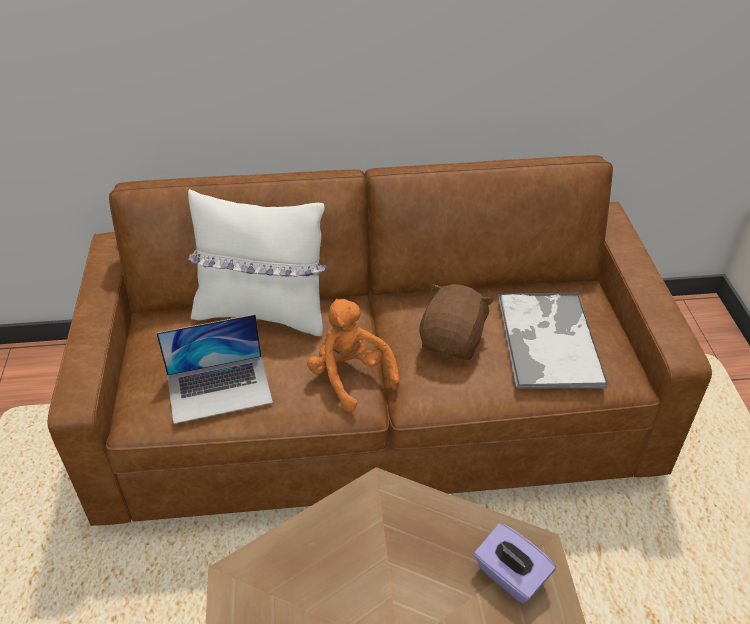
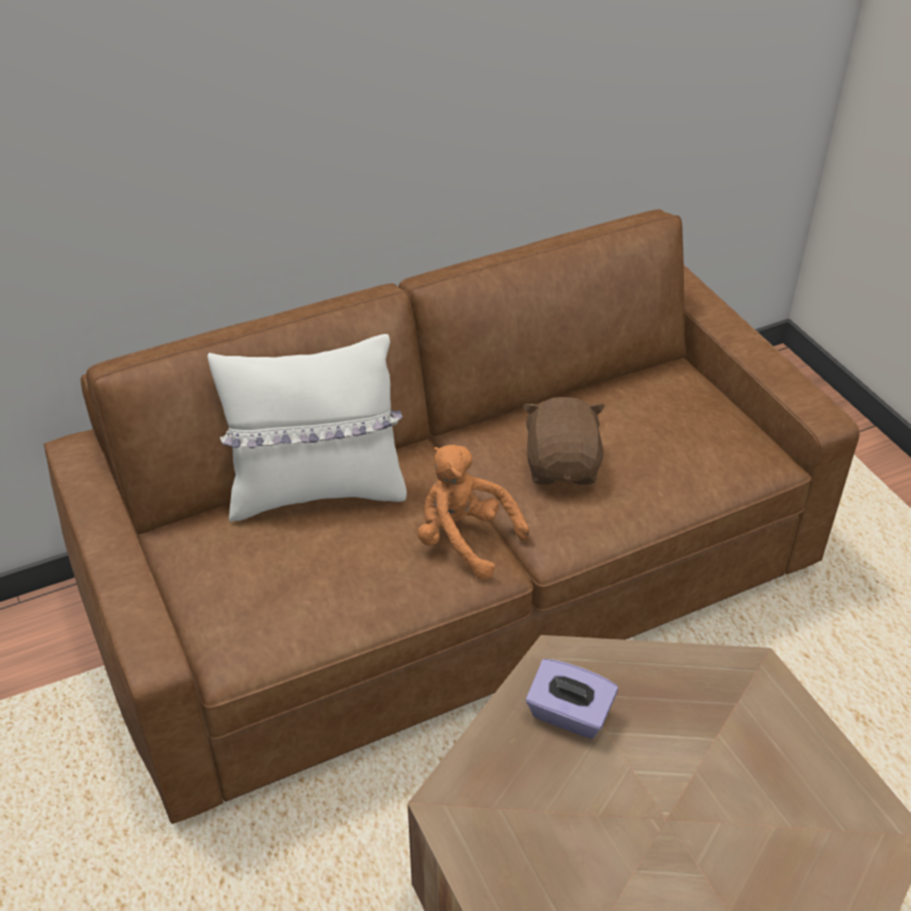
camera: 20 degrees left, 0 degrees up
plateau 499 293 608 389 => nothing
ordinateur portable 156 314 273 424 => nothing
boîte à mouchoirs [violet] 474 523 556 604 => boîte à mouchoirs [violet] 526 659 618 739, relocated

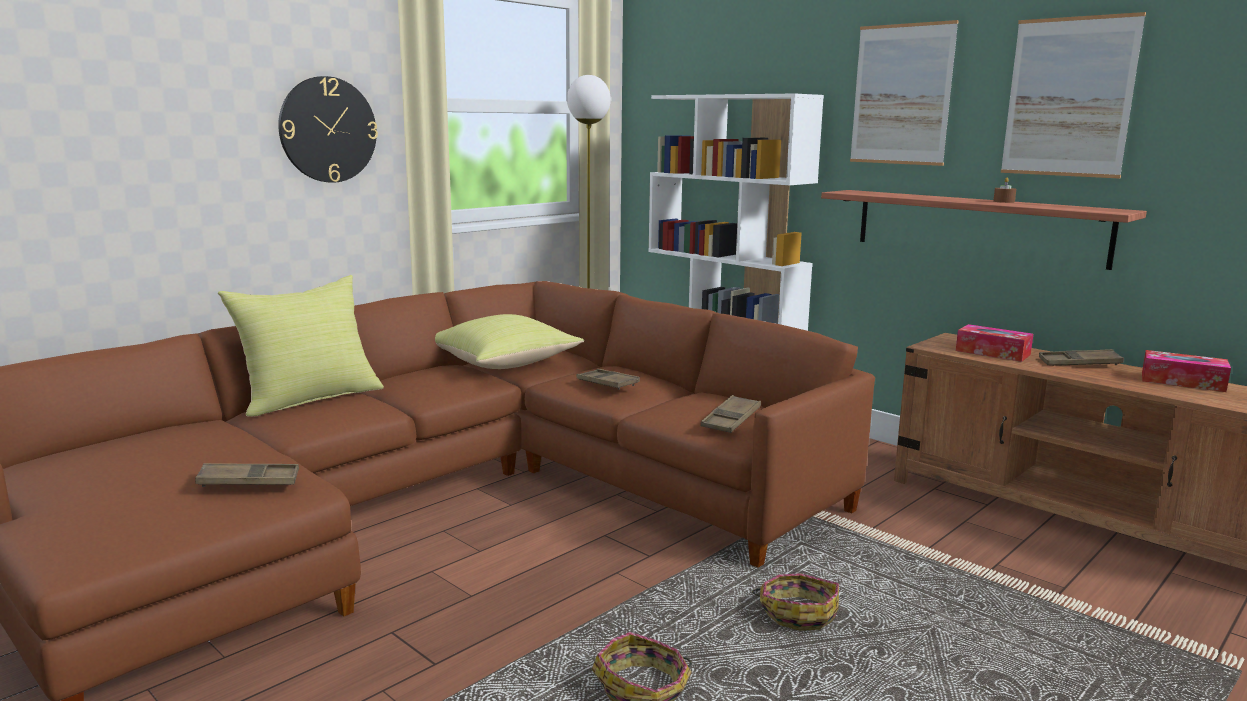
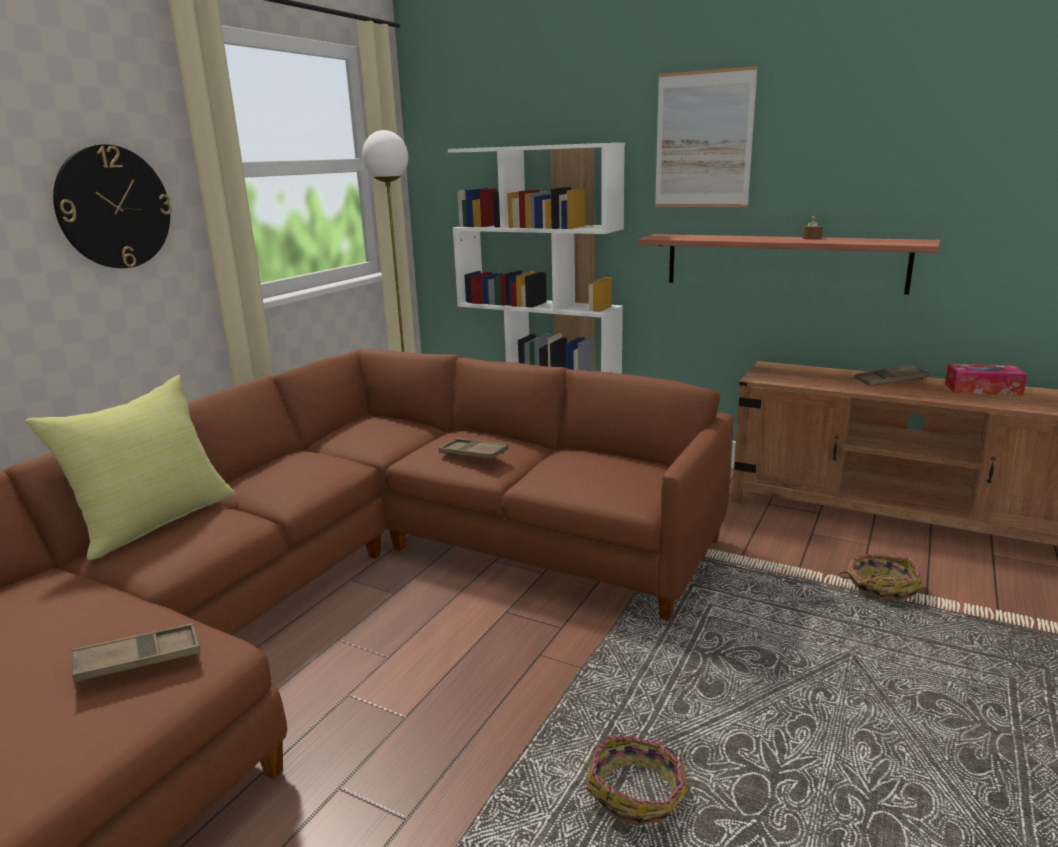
camera: 15 degrees left, 5 degrees up
tableau 1001 12 1146 179 => nothing
coussin [jaune] 435 314 584 369 => nothing
boîte à mouchoirs 956 324 1033 362 => nothing
plateau [marron] 701 395 761 433 => nothing
panier 752 573 839 631 => panier 838 554 922 601, relocated

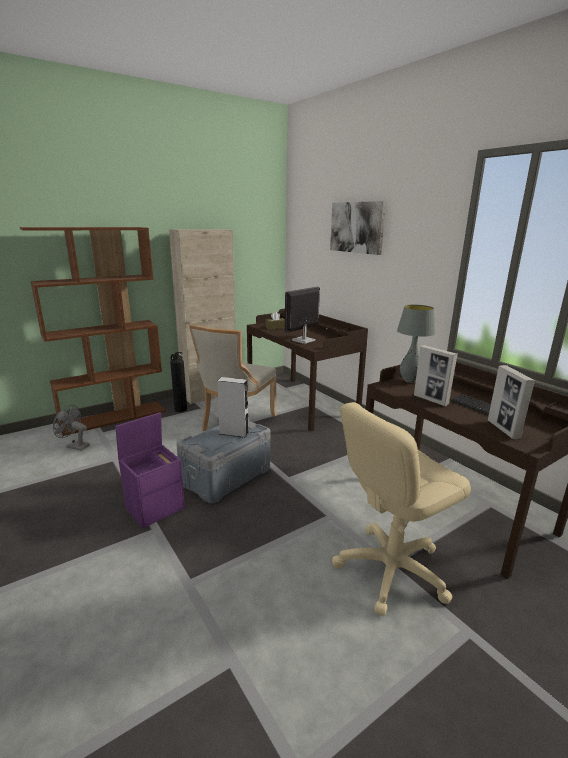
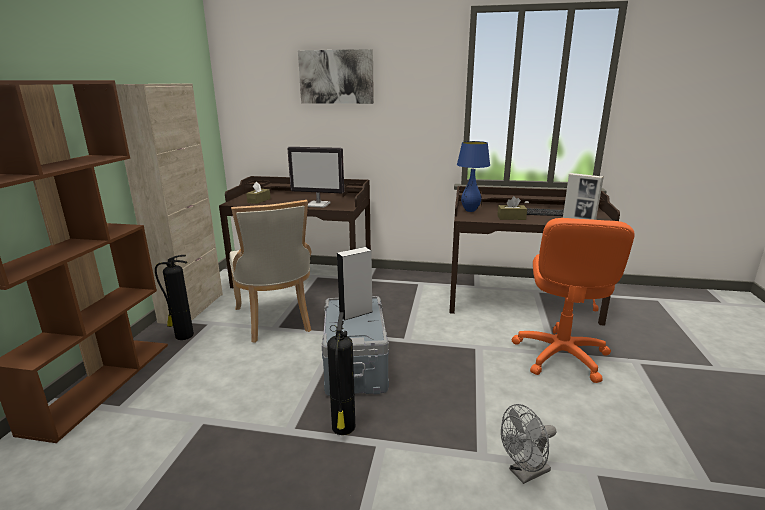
camera: 45 degrees left, 0 degrees up
écran d'ordinateur 285 287 320 344 => écran d'ordinateur 287 147 344 208, 75 degrees counterclockwise
lampe de table [gris] 397 305 435 383 => lampe de table [bleu] 457 141 490 212
cadre photo 414 345 458 406 => boîte à mouchoirs [marron] 497 196 527 220
chaise de bureau [beige] 332 402 471 616 => chaise de bureau [orange] 512 218 635 383
ventilateur [gris] 53 405 90 451 => ventilateur [gris] 501 404 557 484, relocated
boîte de rangement [violet] 115 412 185 528 => extincteur 327 312 355 435

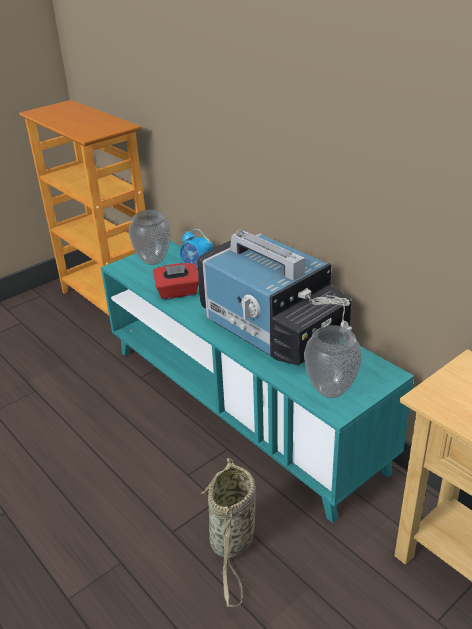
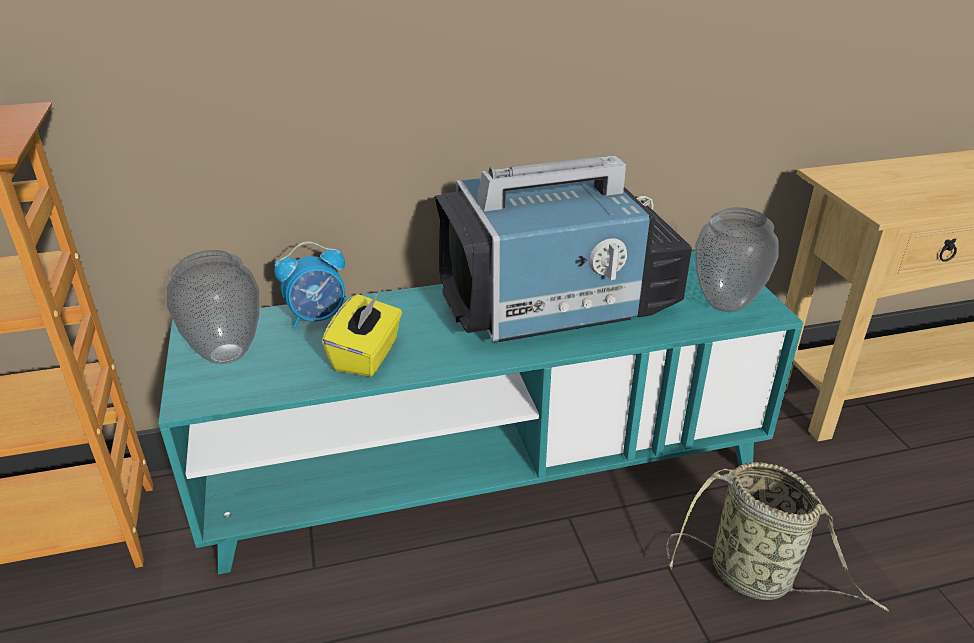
camera: 65 degrees left, 0 degrees up
boîte à mouchoirs [rouge] 153 263 199 299 => boîte à mouchoirs [jaune] 322 294 402 377

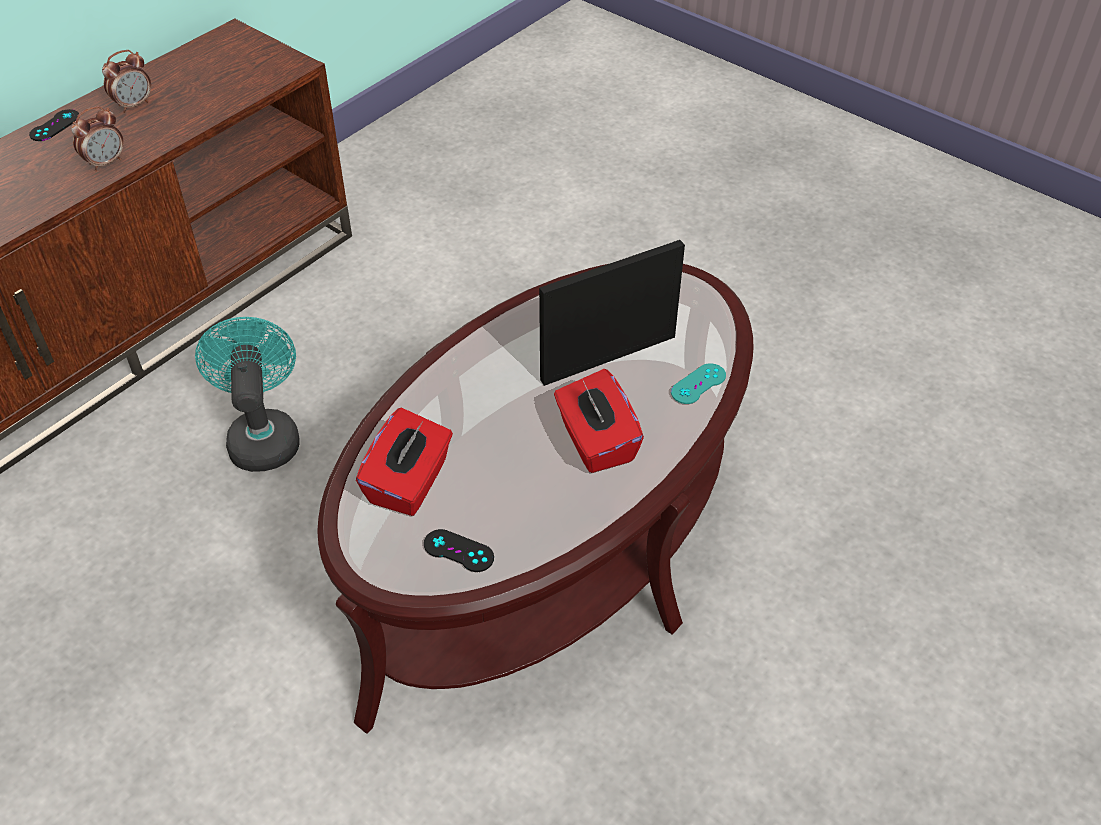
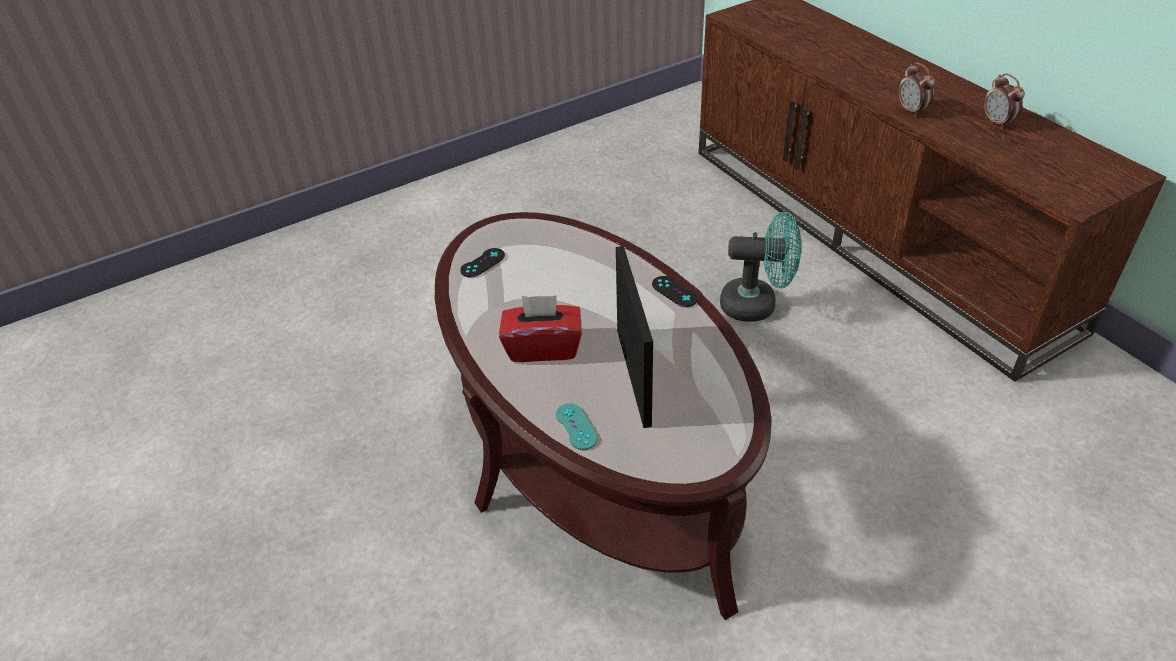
camera: 110 degrees right, 5 degrees down
manette [noir] 29 109 79 141 => manette [noir] 652 276 698 307, relocated
boîte à mouchoirs [rouge] 356 408 453 516 => nothing

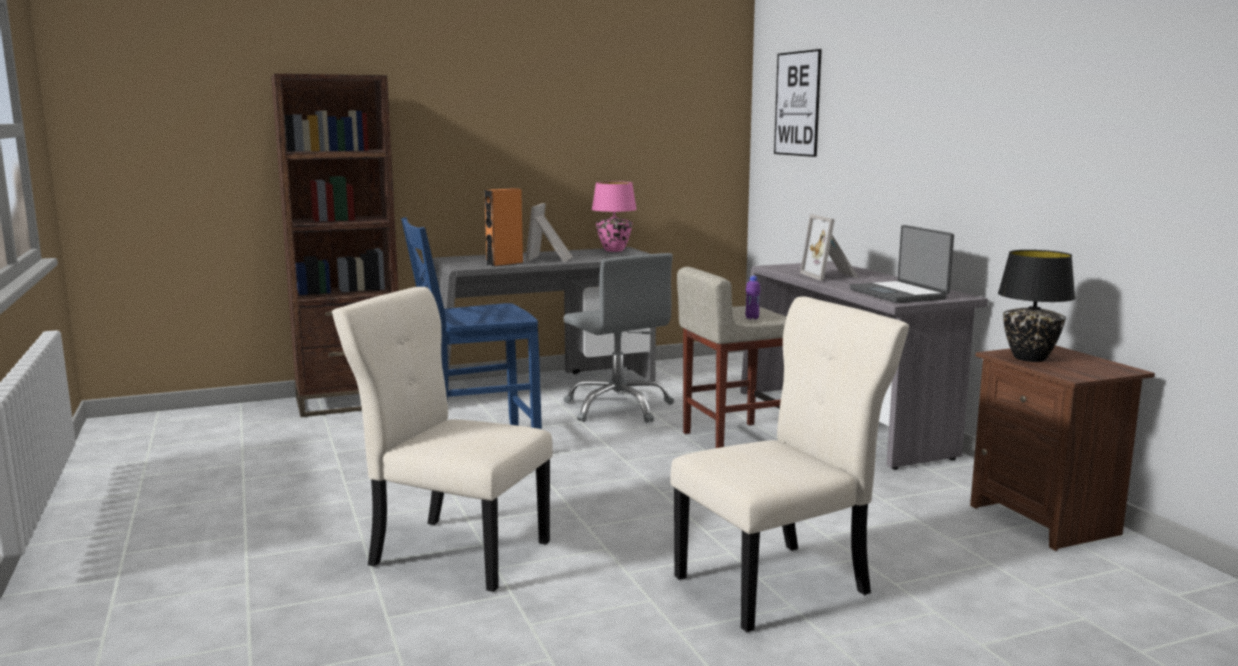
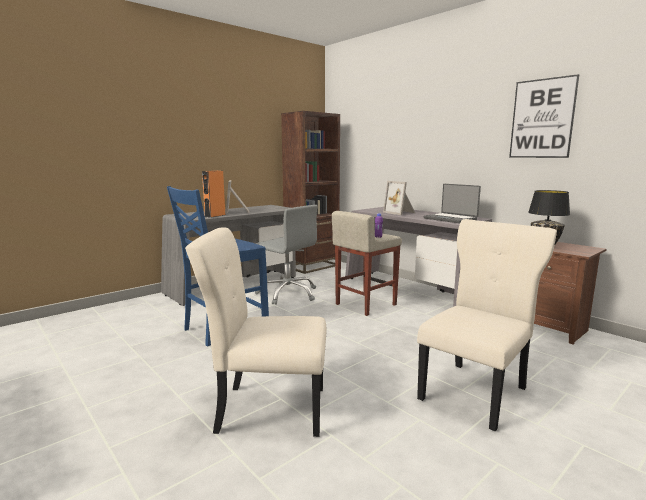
camera: 20 degrees left, 0 degrees up
tableau 774 49 822 157 => tableau 509 74 579 158, relocated
bibliothèque [marron] 271 74 398 417 => bibliothèque [marron] 281 111 340 274, relocated
lampe de table [rose] 592 181 637 252 => nothing

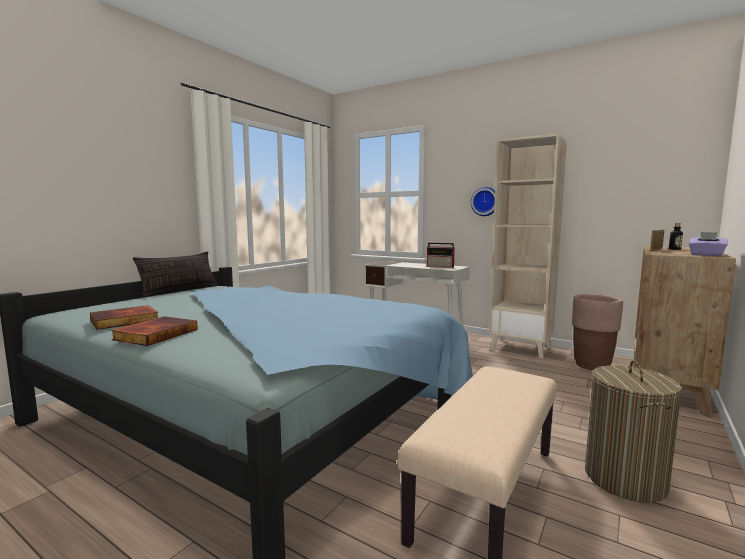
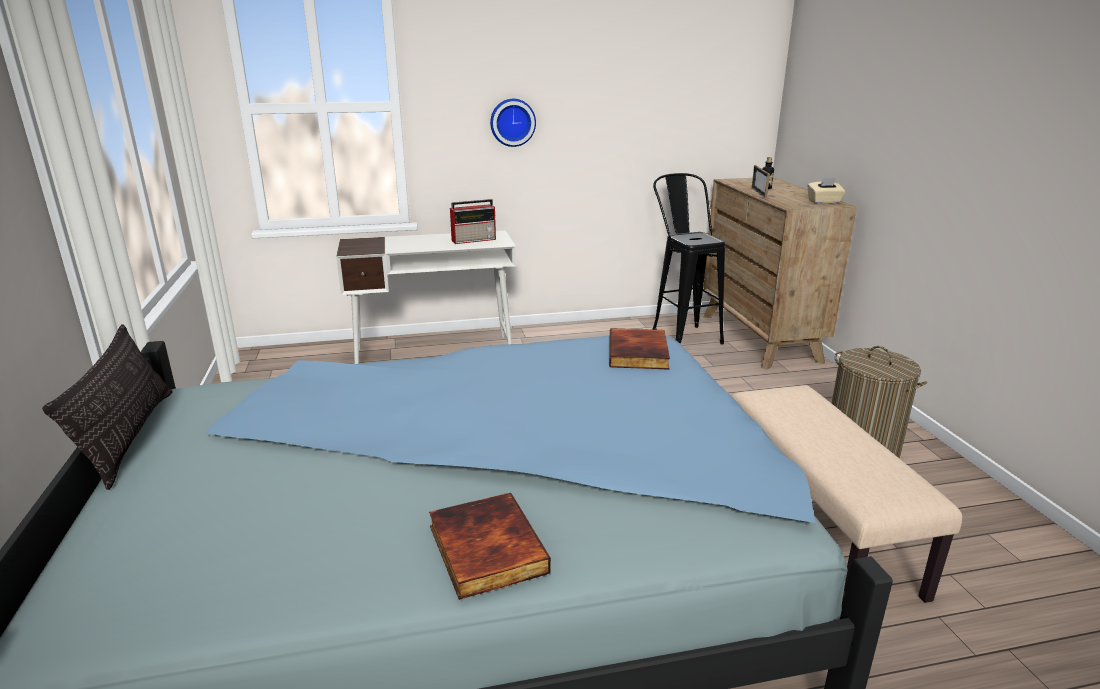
camera: 45 degrees left, 15 degrees up
bibliothèque [beige] 489 134 567 359 => nothing
boîte à mouchoirs [violet] 689 232 728 256 => boîte à mouchoirs [beige] 808 178 845 204
cache-pot [marron] 572 294 623 370 => tabouret [noir] 652 173 725 345
livre 90 305 158 330 => livre 609 328 670 370, relocated

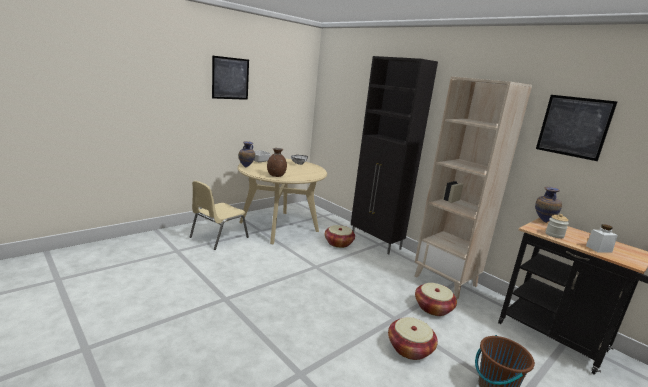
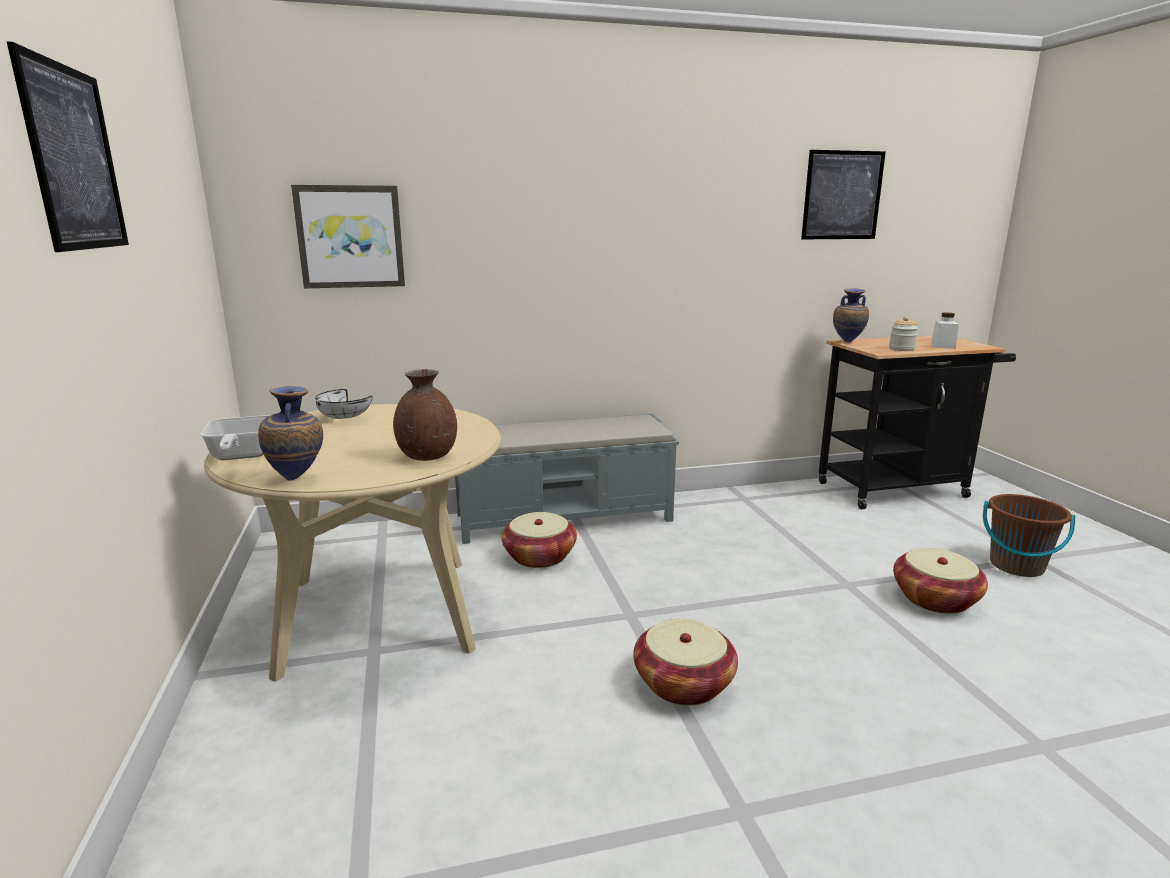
camera: 60 degrees left, 0 degrees up
meuble de rangement [noir] 351 56 438 255 => banc [gris] 455 413 679 544
bibliothèque [beige] 415 76 532 299 => nothing
chaise [beige] 190 181 249 250 => nothing
panier 415 283 457 316 => panier 633 619 738 706, relocated
nothing => tableau 291 185 405 288

